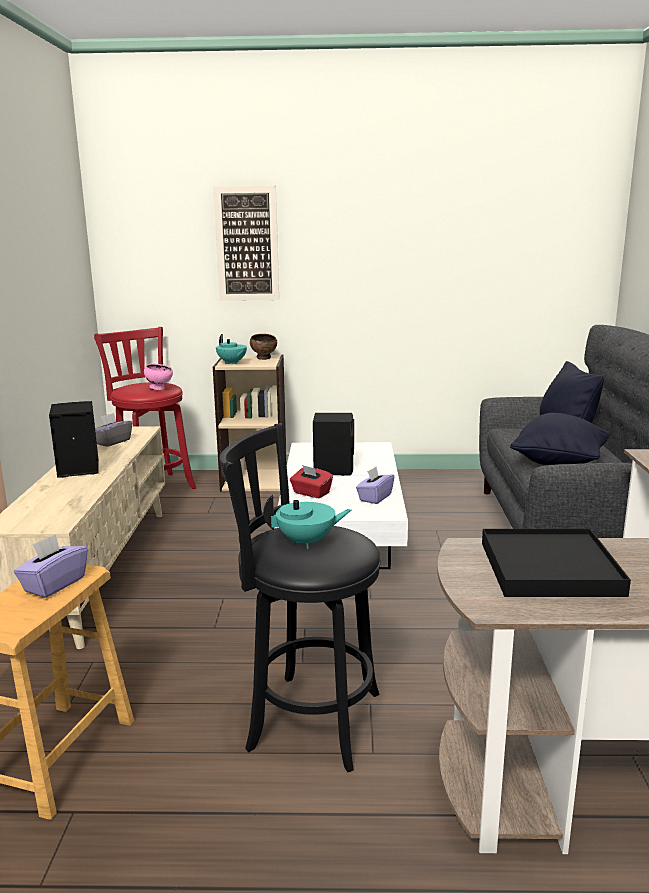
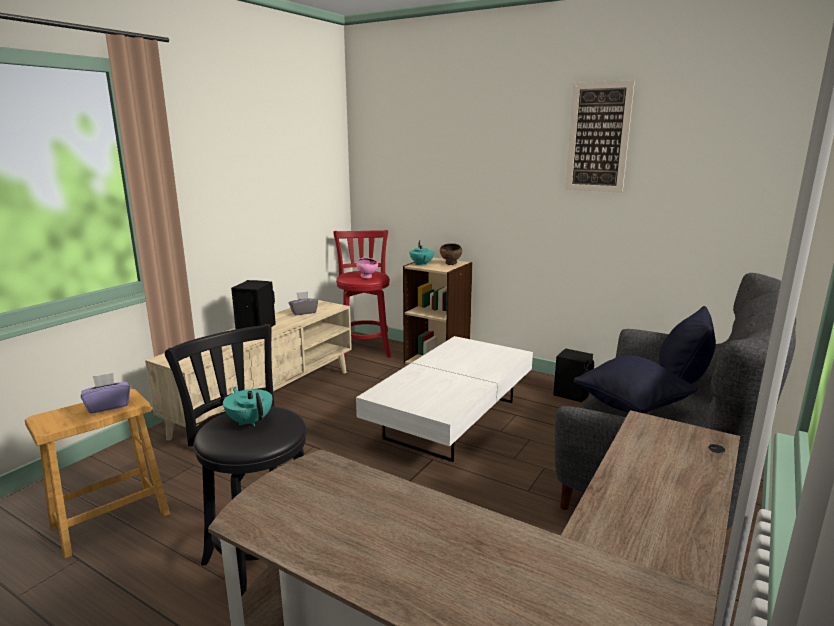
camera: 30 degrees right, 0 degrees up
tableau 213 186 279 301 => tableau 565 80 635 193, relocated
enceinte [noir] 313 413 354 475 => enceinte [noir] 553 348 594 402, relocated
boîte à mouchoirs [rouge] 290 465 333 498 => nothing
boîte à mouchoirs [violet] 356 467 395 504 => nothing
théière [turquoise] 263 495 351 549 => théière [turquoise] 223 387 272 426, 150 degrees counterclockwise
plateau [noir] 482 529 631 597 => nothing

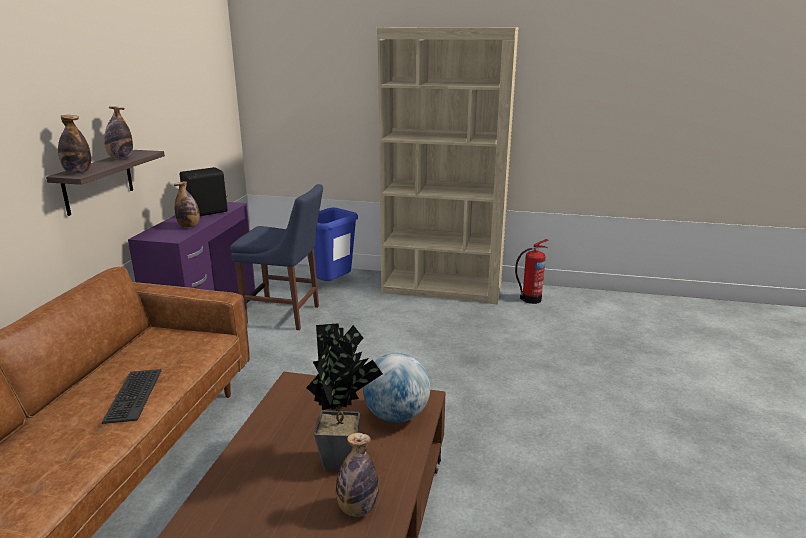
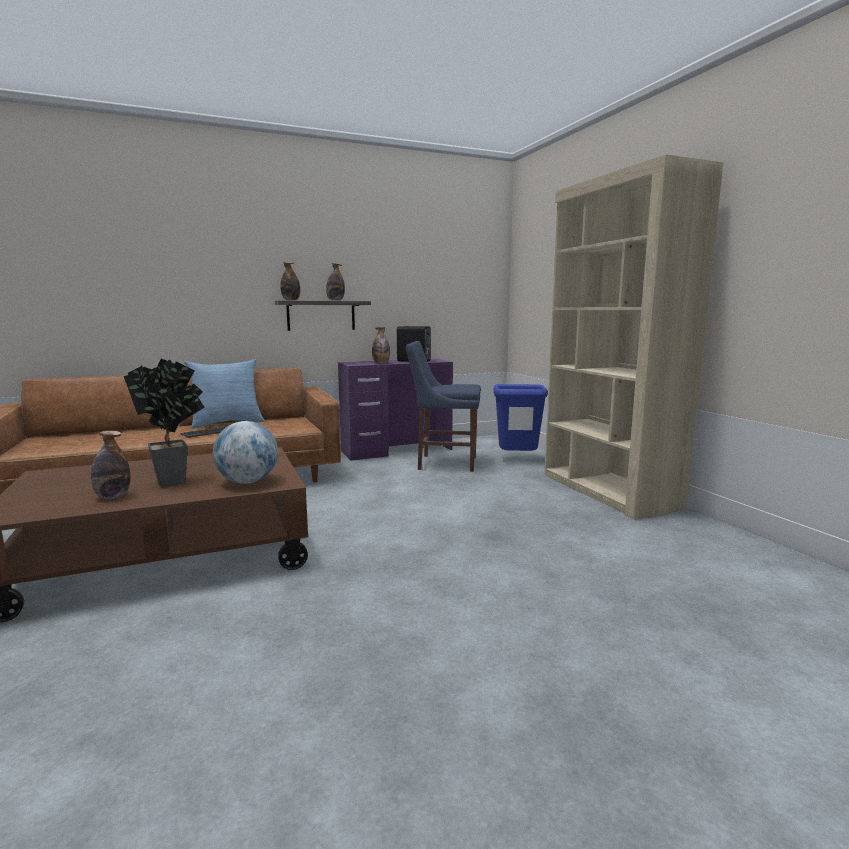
camera: 55 degrees right, 10 degrees down
chaise [bleu] 230 184 323 330 => chaise [bleu] 406 341 481 472, 120 degrees clockwise
extincteur 515 239 549 304 => nothing
nothing => coussin 184 359 265 429

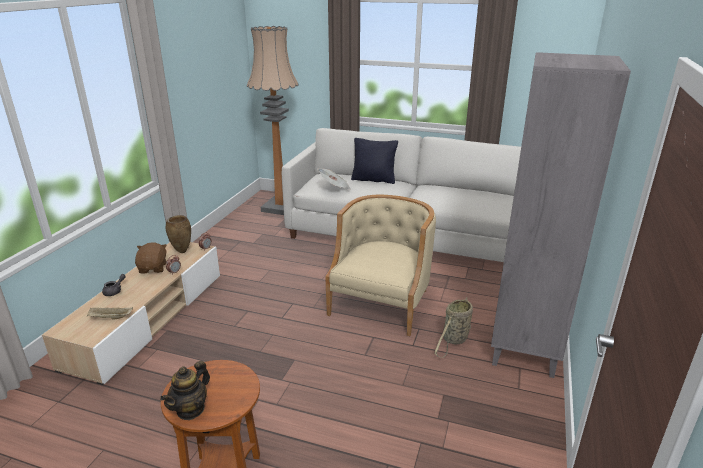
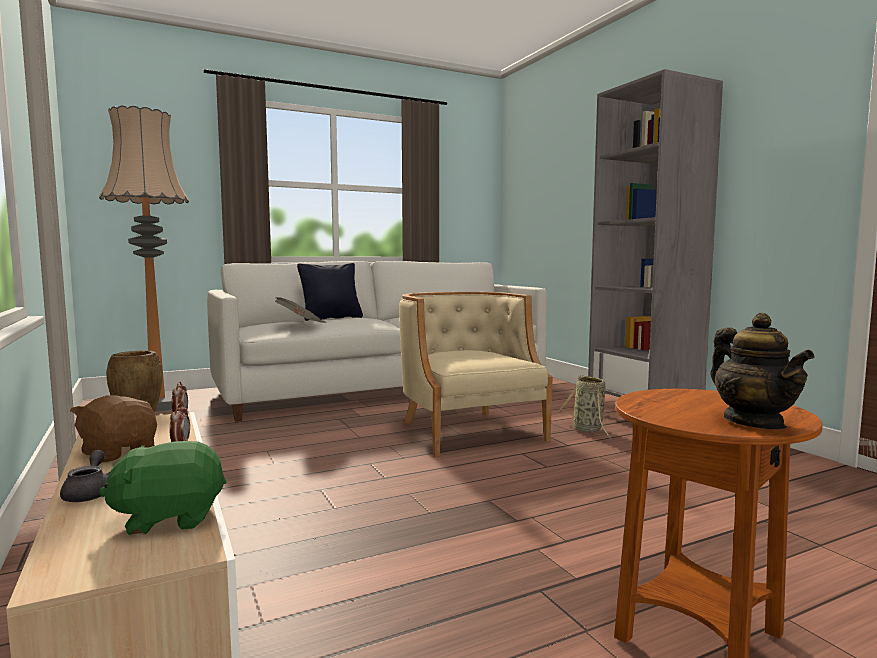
camera: 45 degrees left, 20 degrees down
plateau [beige] 87 307 133 319 => peluche [vert] 99 441 226 536

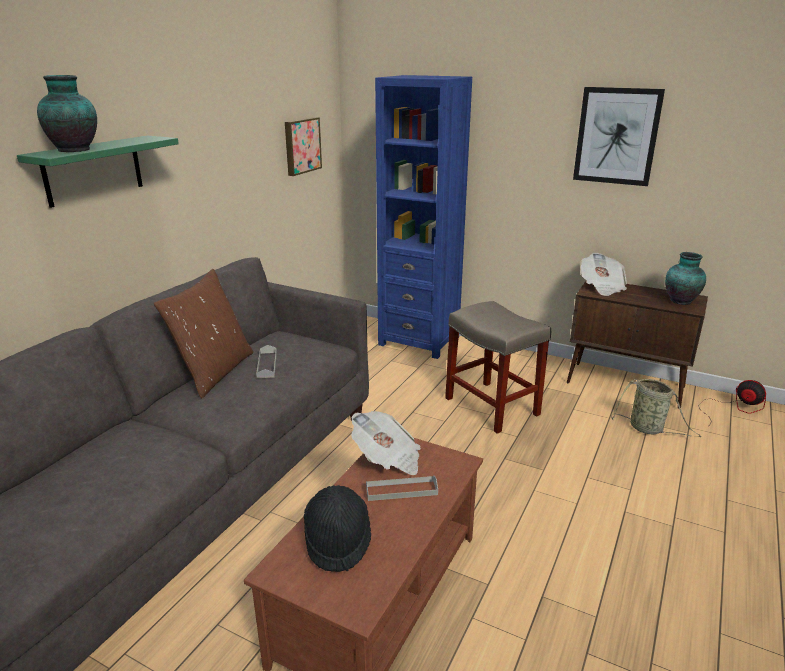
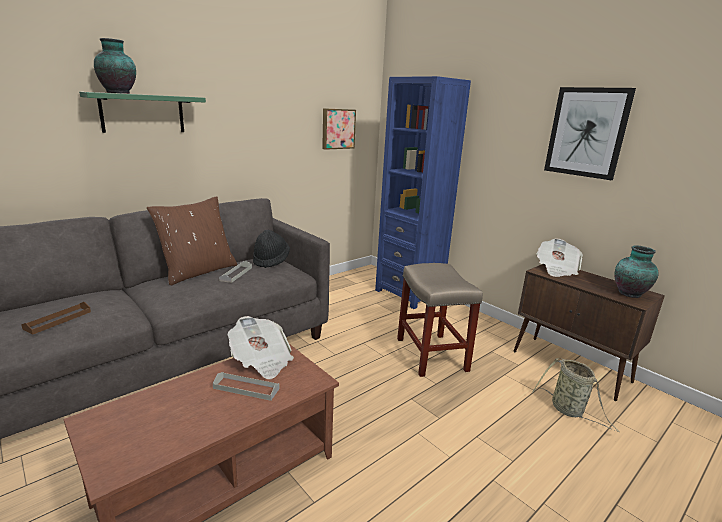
camera: 20 degrees right, 5 degrees down
ventilateur 698 380 766 420 => nothing
chapeau [noir] 304 485 371 572 => chapeau [noir] 253 230 290 268, relocated
nothing => plateau [marron] 21 302 91 335

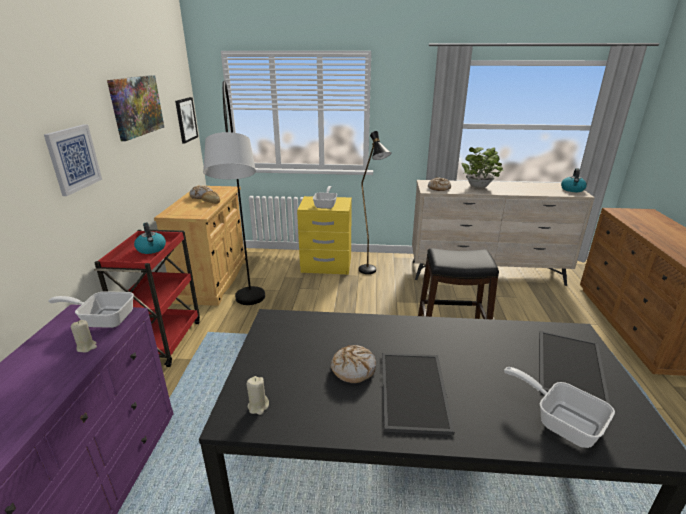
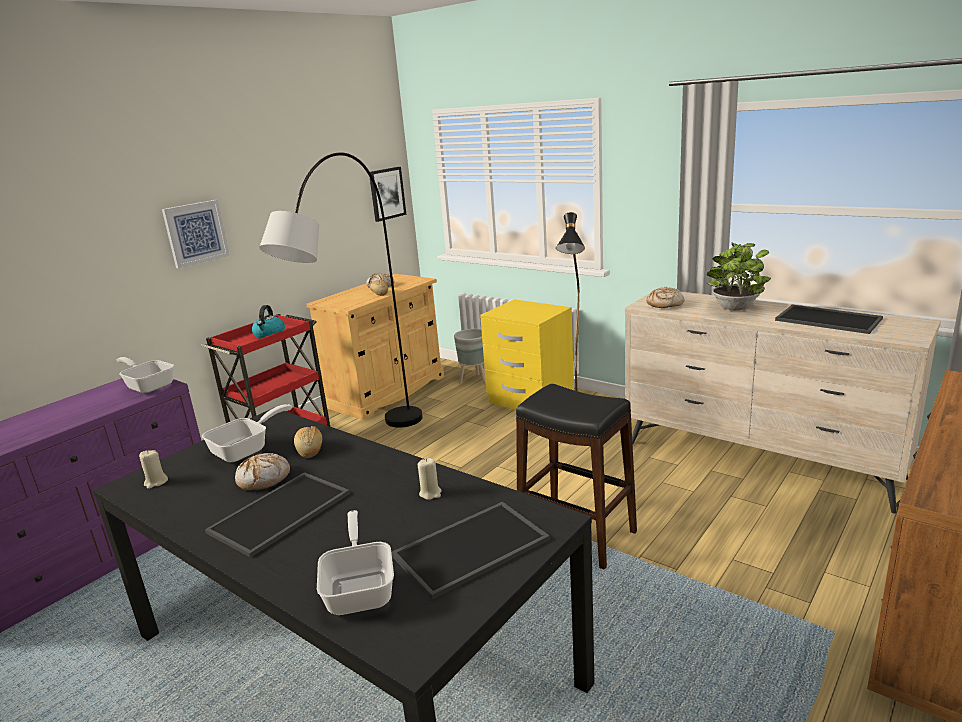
camera: 35 degrees right, 5 degrees down
tableau 107 75 164 141 => nothing
bouilloire 561 168 587 192 => nothing
poêle 313 186 337 209 => poêle 202 404 292 463, relocated
bougie [beige] 71 320 97 353 => bougie [beige] 418 458 442 500, relocated
nothing => plateau 775 305 883 334
nothing => cache-pot [gris] 454 329 486 384
nothing => pain 294 426 322 458

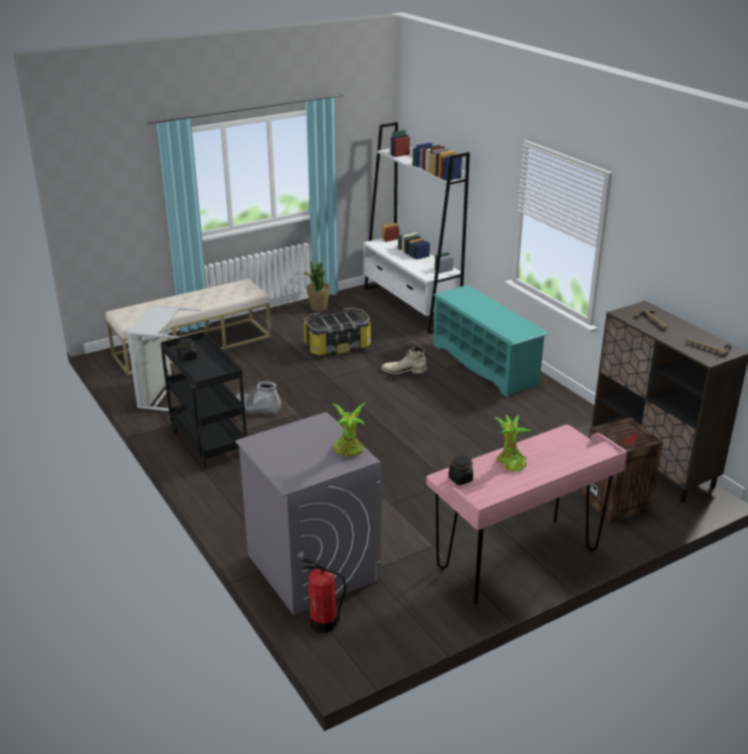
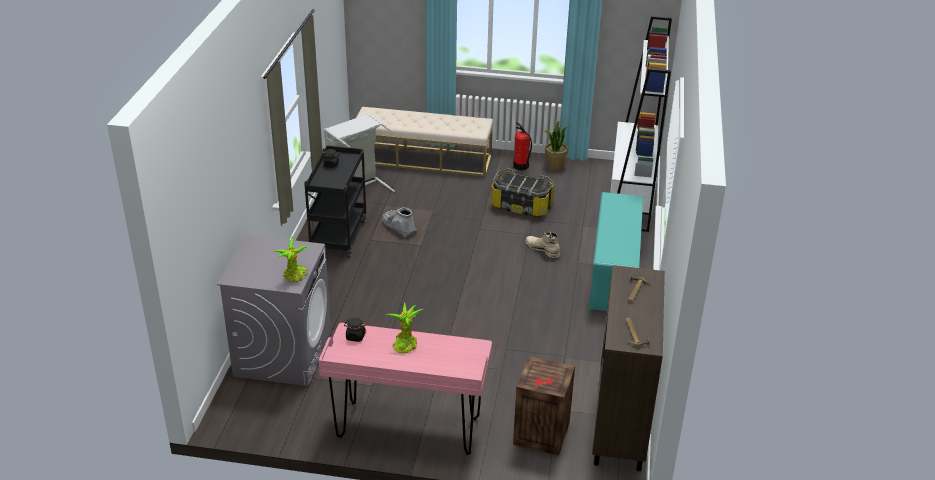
camera: 40 degrees right, 5 degrees up
extincteur 303 559 346 633 => extincteur 513 122 532 170, relocated

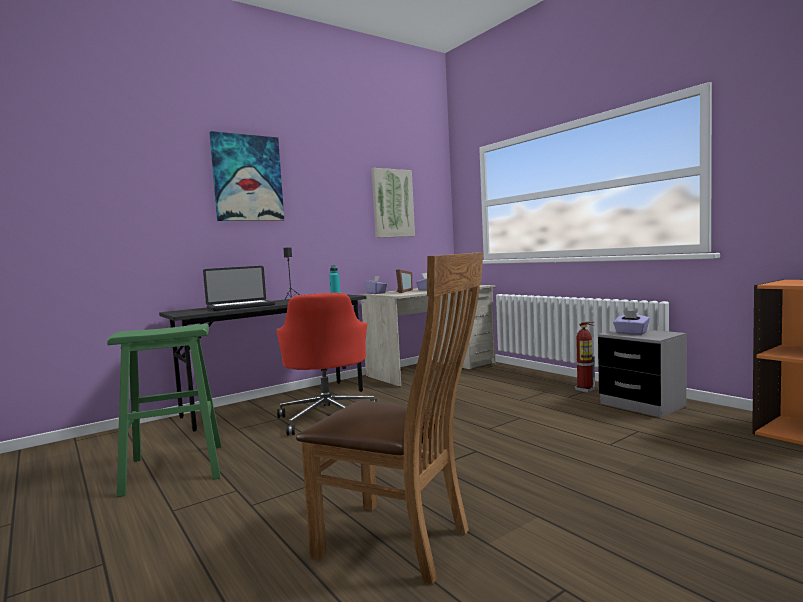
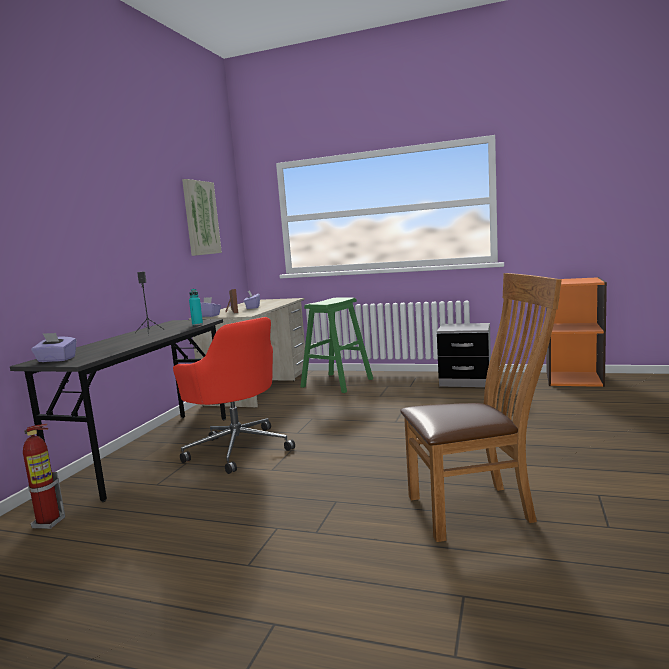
camera: 35 degrees left, 5 degrees up
tableau 209 131 284 221 => nothing
ordinateur portable 203 266 275 311 => nothing
boîte à mouchoirs [violet] 613 310 650 335 => boîte à mouchoirs [violet] 31 333 77 362, relocated
extincteur 575 322 596 393 => extincteur 23 424 65 529, relocated
tabouret [vert] 107 324 222 497 => tabouret [vert] 300 298 373 393, relocated

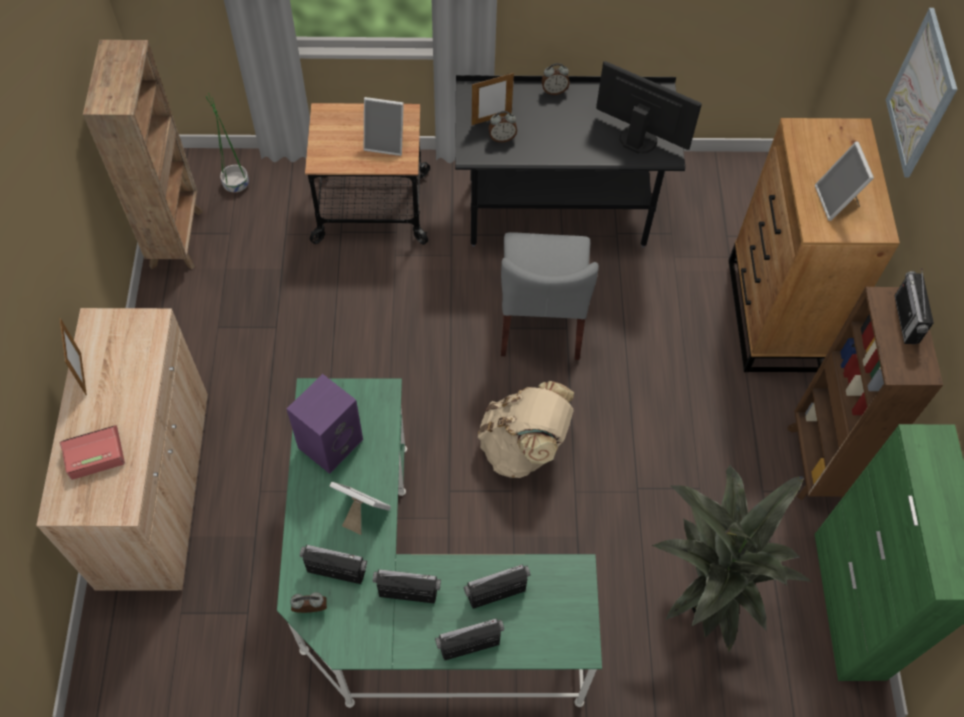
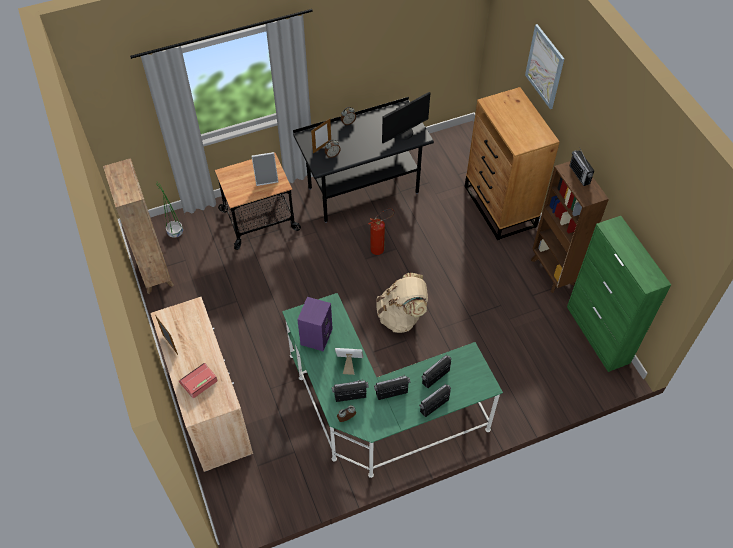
camera: 20 degrees left, 5 degrees down
écran d'ordinateur 596 61 702 154 => écran d'ordinateur 382 92 430 143, 135 degrees clockwise
cadre photo 815 142 874 221 => nothing
chaise [gris] 501 232 599 360 => extincteur 368 208 395 255
plante en pot 651 465 812 652 => nothing

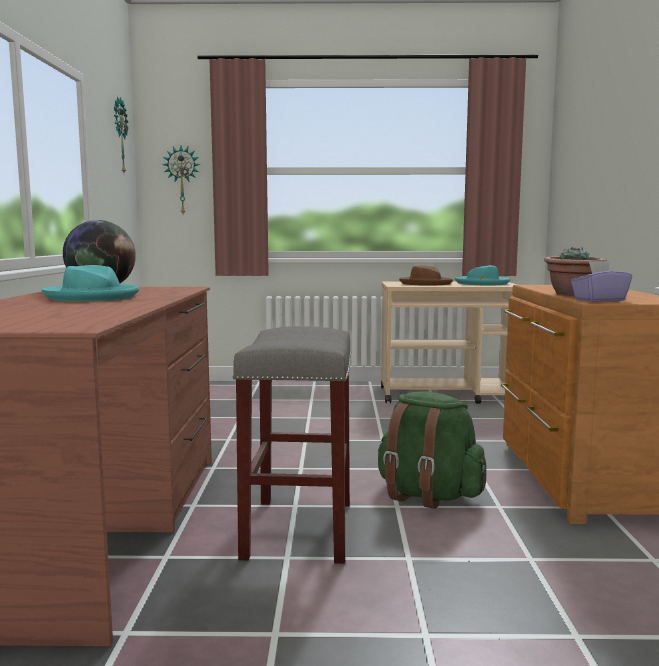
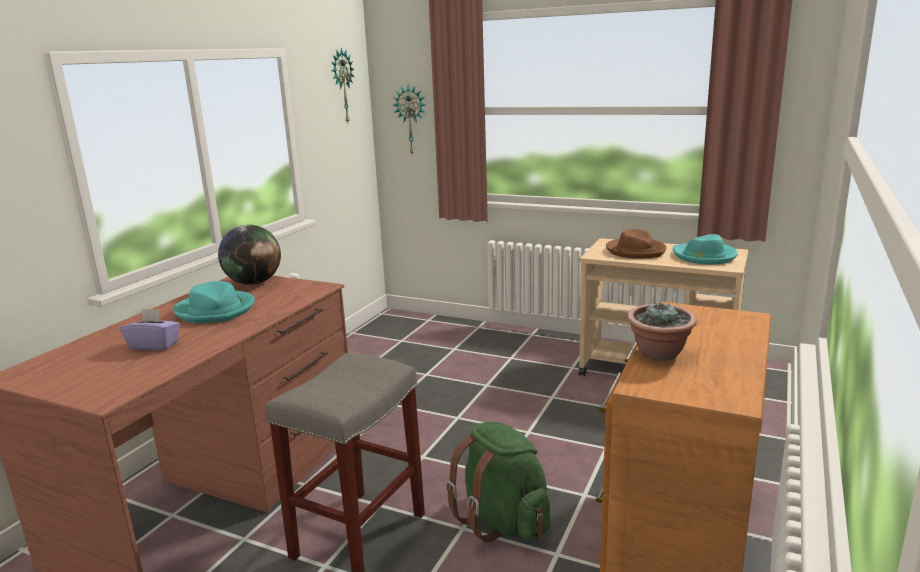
camera: 25 degrees right, 10 degrees up
boîte à mouchoirs [violet] 570 261 632 302 => boîte à mouchoirs [violet] 120 309 180 350, relocated

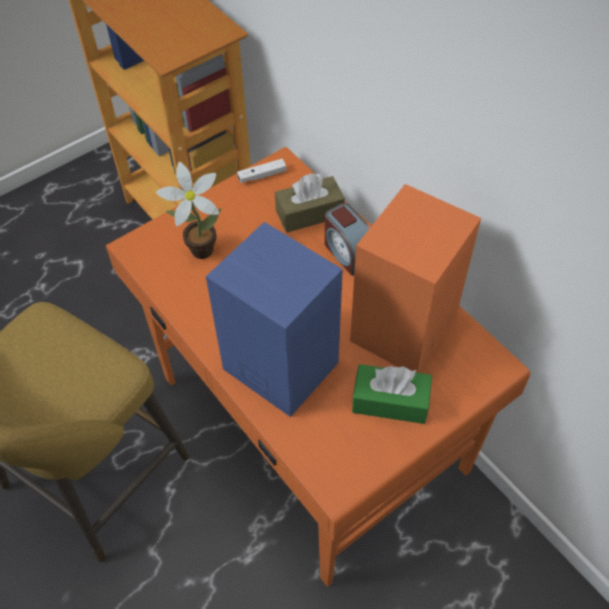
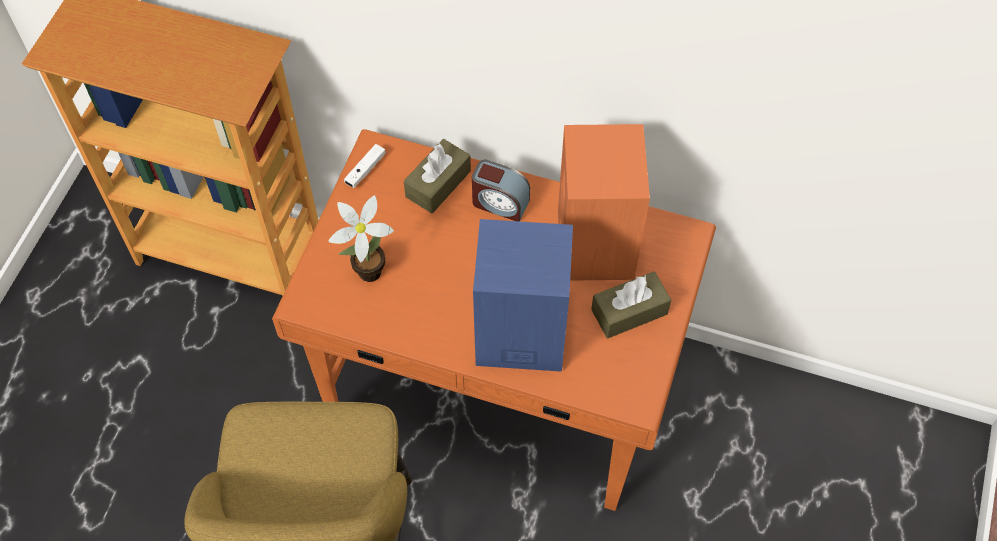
camera: 35 degrees left, 5 degrees up
boîte à mouchoirs [vert] 352 364 432 424 => boîte à mouchoirs [marron] 591 271 671 338

